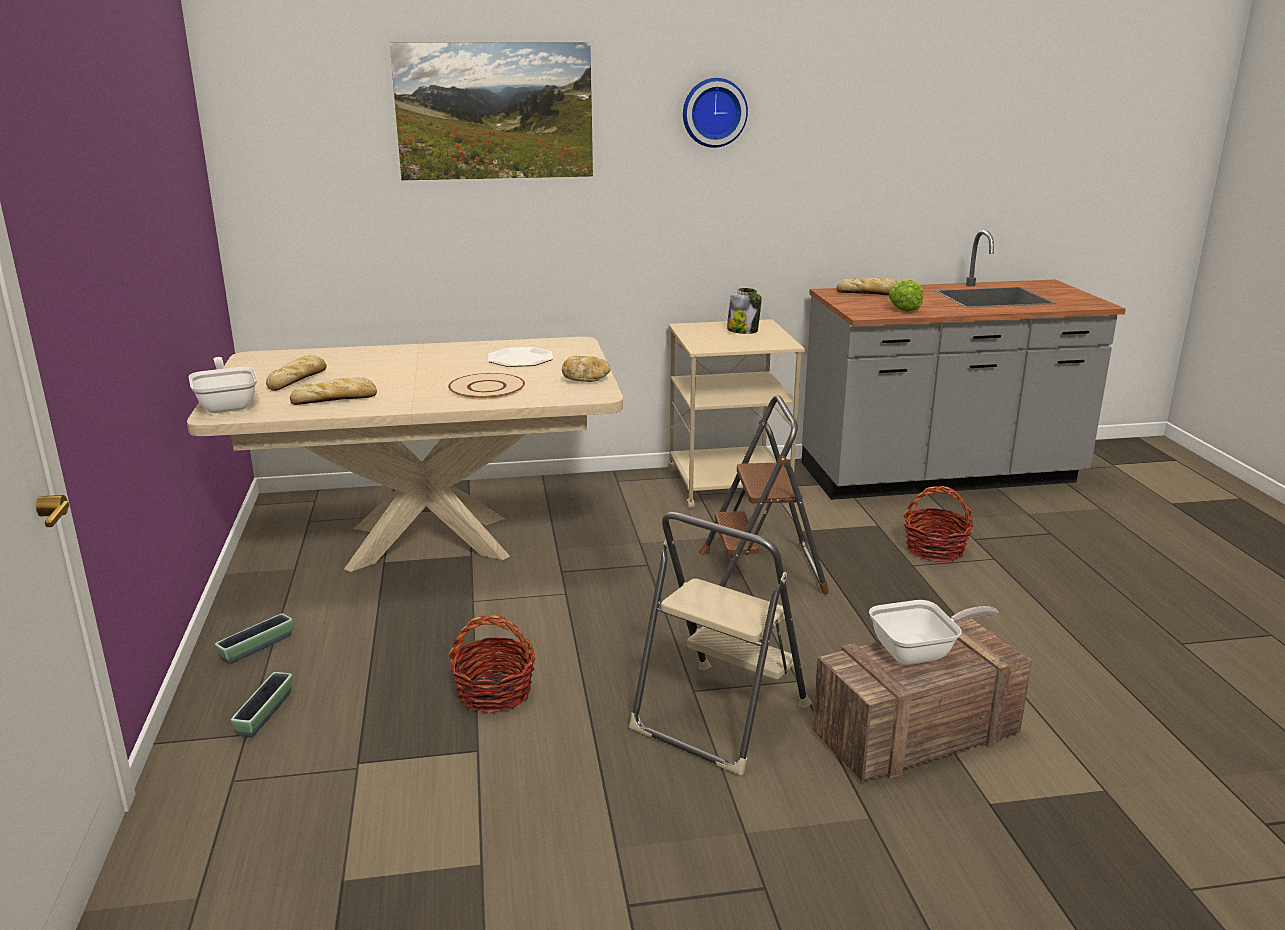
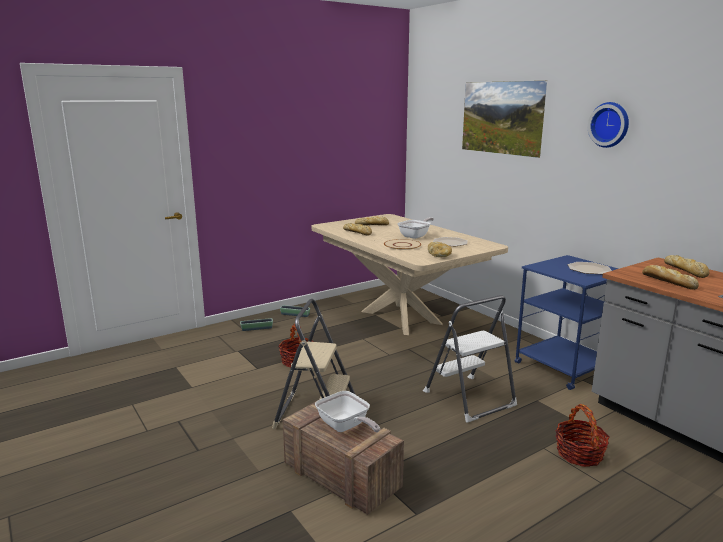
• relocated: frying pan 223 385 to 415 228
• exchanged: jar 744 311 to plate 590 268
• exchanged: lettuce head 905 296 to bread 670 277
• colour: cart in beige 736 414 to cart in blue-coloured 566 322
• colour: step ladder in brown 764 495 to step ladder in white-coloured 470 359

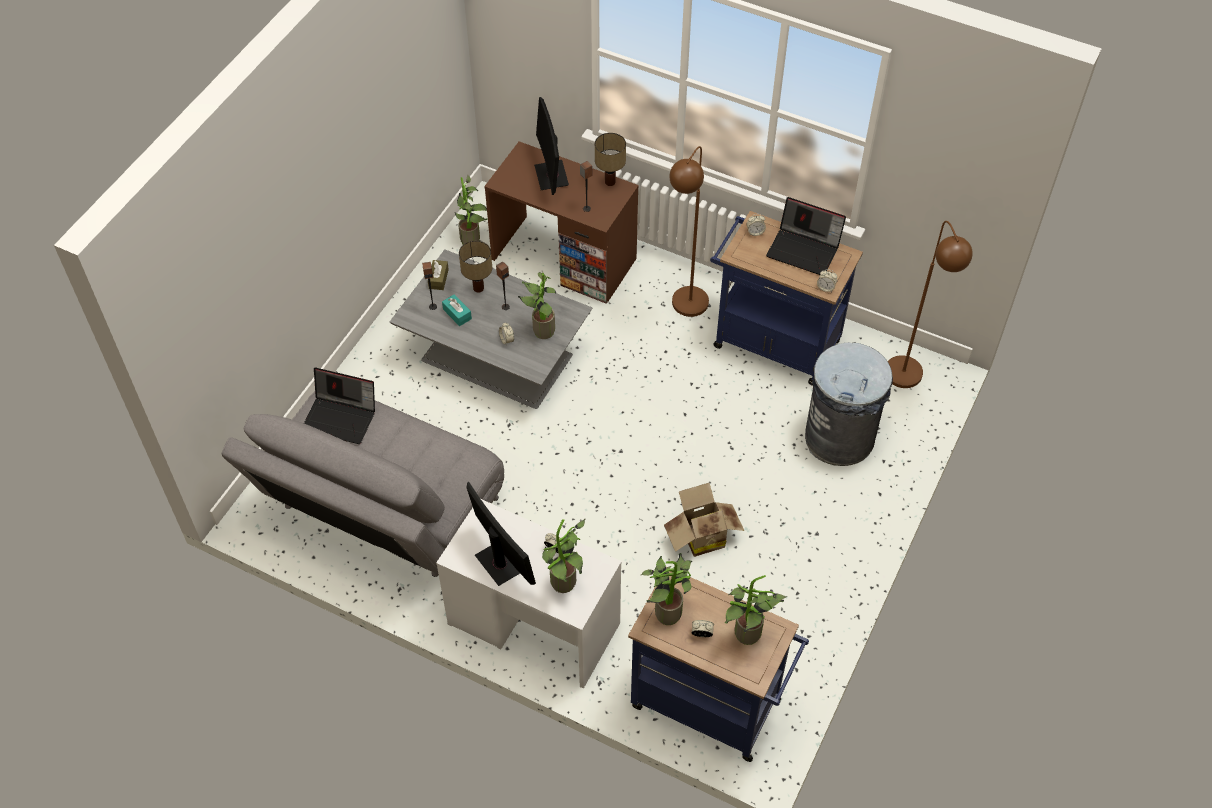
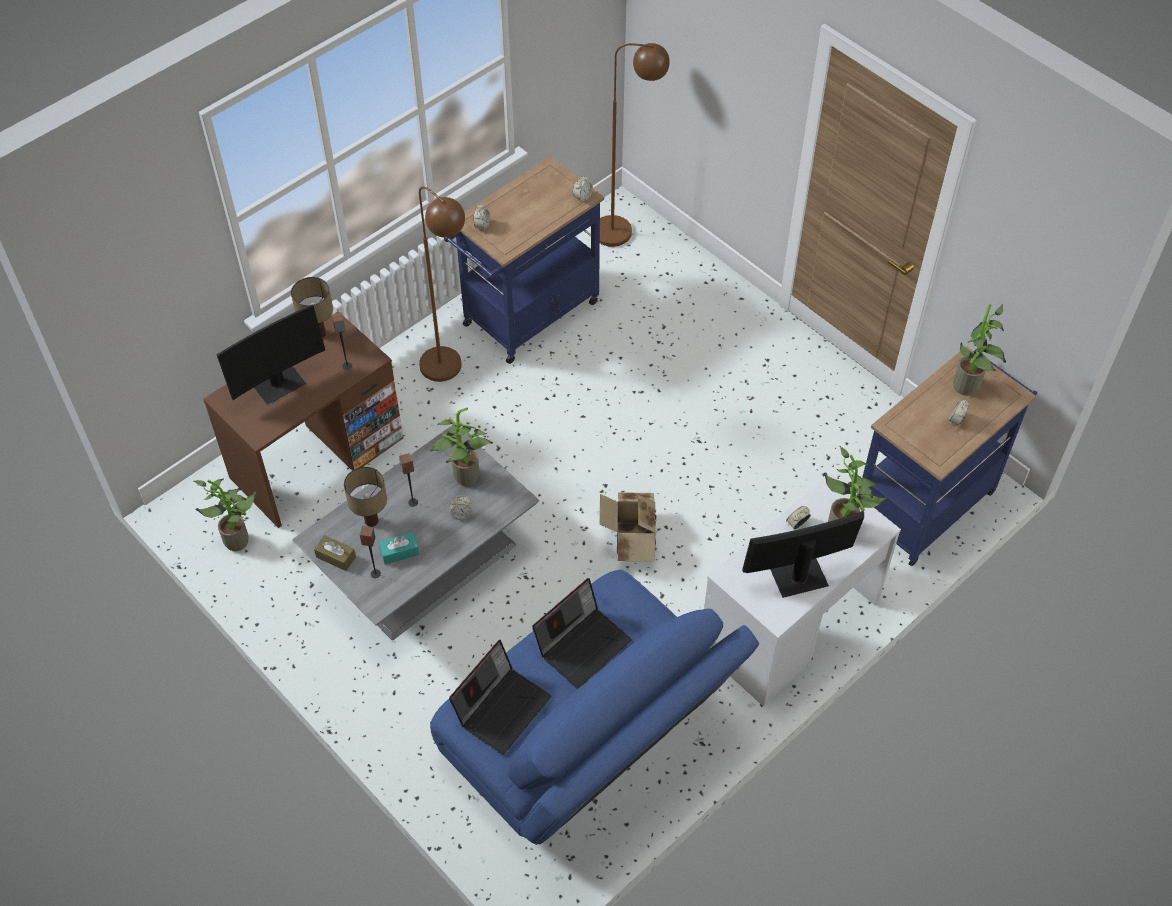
• missing: potted plant 666 589
• missing: trash can in gray 849 404
• relocated: packing box 704 520 to 628 527
• relocated: notebook computer 806 236 to 582 633
• colour: couch in gray 363 484 to couch in blue-coloured 594 707
• spun: computer screen 551 146 = 271 354 45 degrees counterclockwise

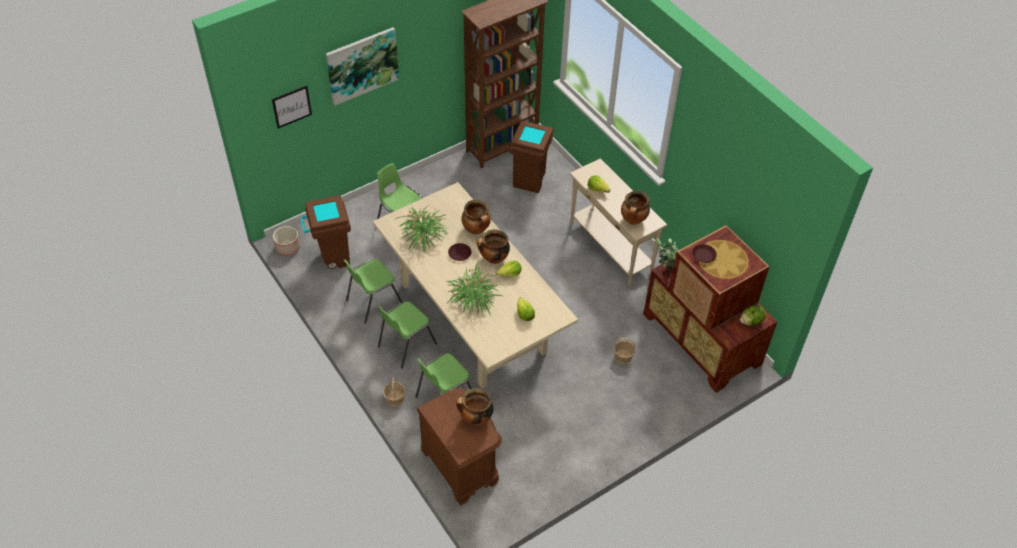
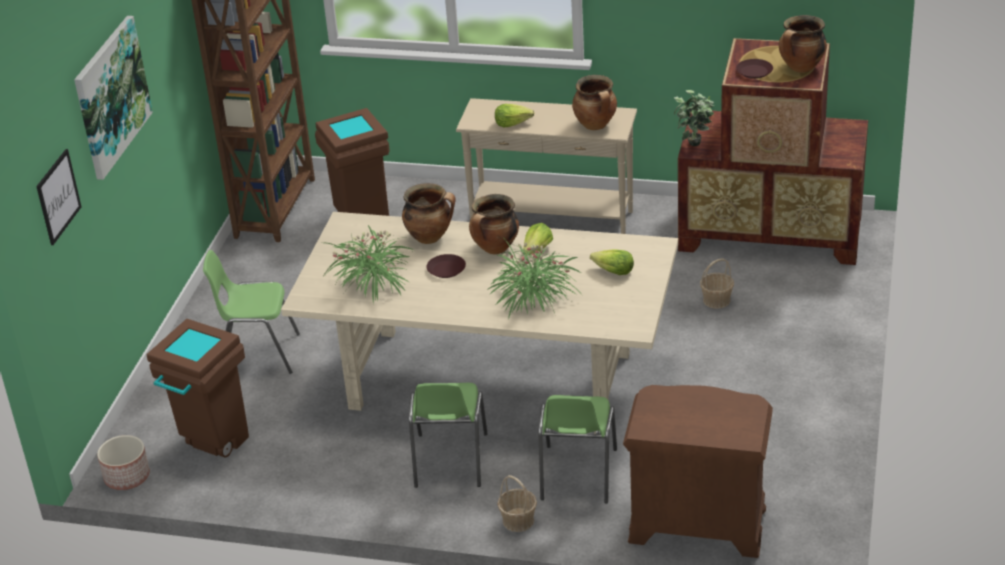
• missing: upright chair in greenish 373 291
• missing: lettuce head 753 315
• relocated: stockpot 475 406 to 803 44

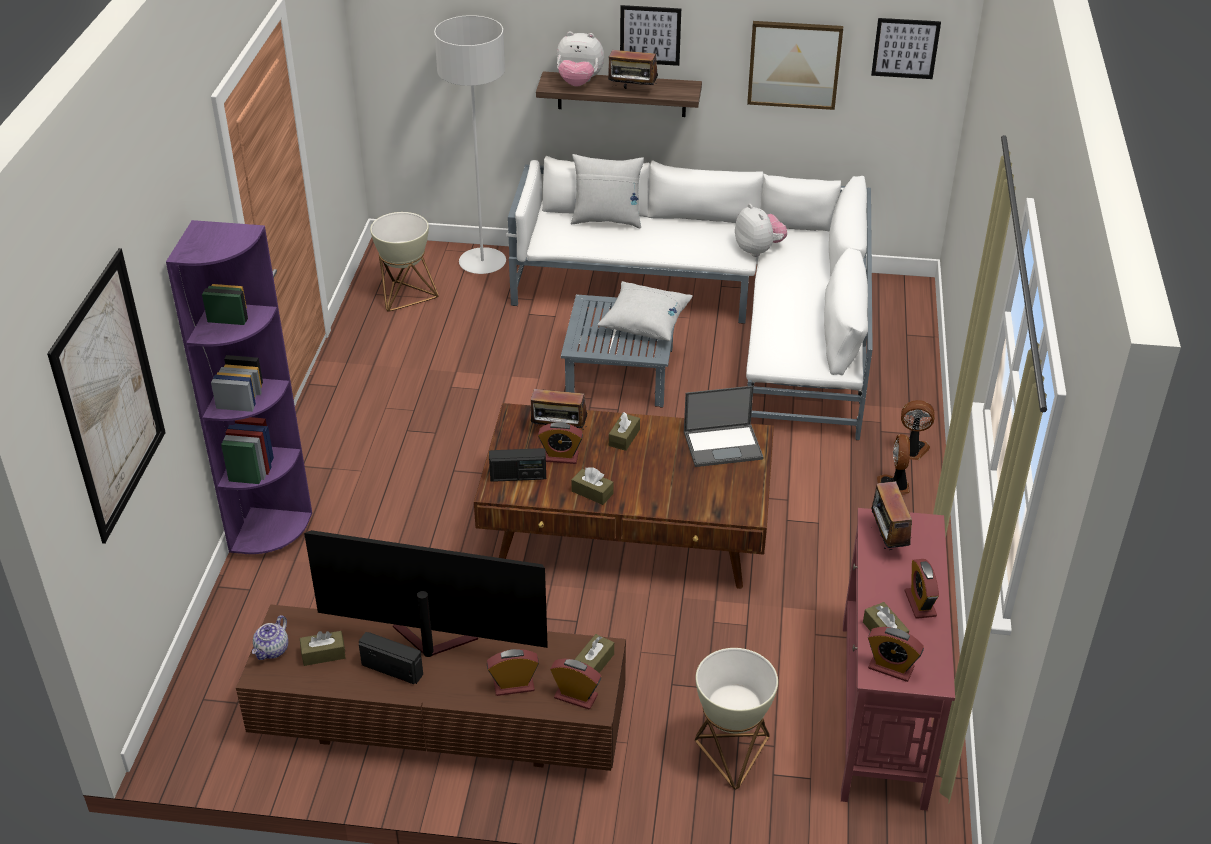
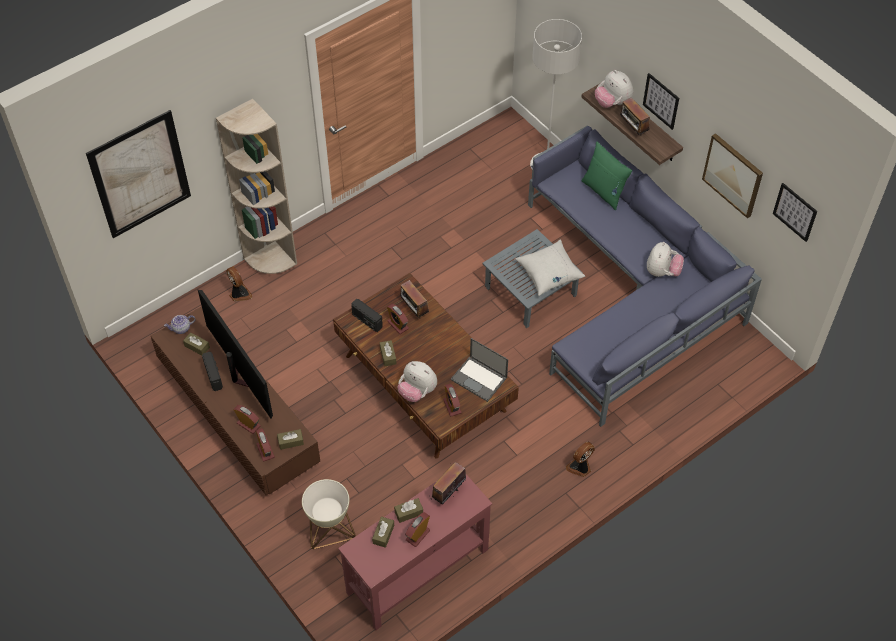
• missing: plant pot 404 262
• appeared: plush toy 417 381
• relocated: tissue holder in brown 624 431 to 408 510
• relocated: alarm clock 896 654 to 452 400
• relocated: cooling fan 914 430 to 239 283
• colour: shelving unit in purple 239 387 to shelving unit in beige 256 186
• colour: couch in white-coloured 689 298 to couch in blue-coloured 622 276
• colour: throw pillow in gray 607 191 to throw pillow in greenish 606 175

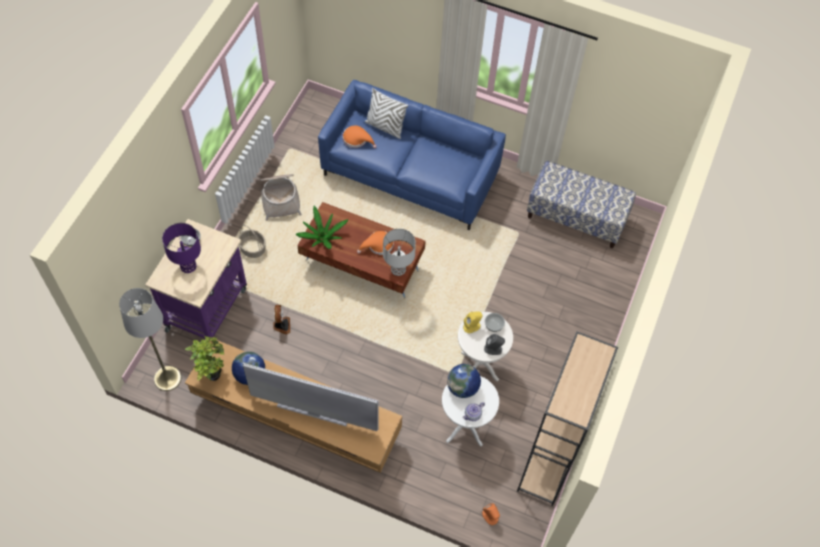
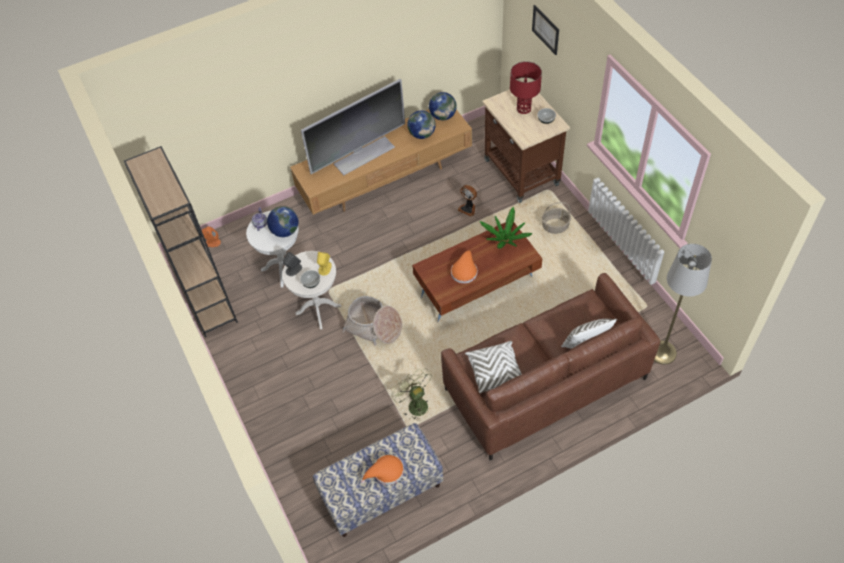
• missing: table lamp in white-coloured 399 252
• appeared: cooling fan in greenish 411 395
• appeared: throw pillow in white-coloured 493 367
• appeared: wall art 545 30
• relocated: standing lamp in gray 150 339 to 683 304
• relocated: storage basket 281 197 to 372 321
• relocated: hat in orange 360 136 to 382 469
• exchanged: potted plant 204 358 to desk globe 443 106
• colour: cart in purple 196 279 to cart in brown 526 142
• colour: table lamp in purple 181 248 to table lamp in red 526 87
• colour: couch in blue-coloured 412 155 to couch in brown 550 367

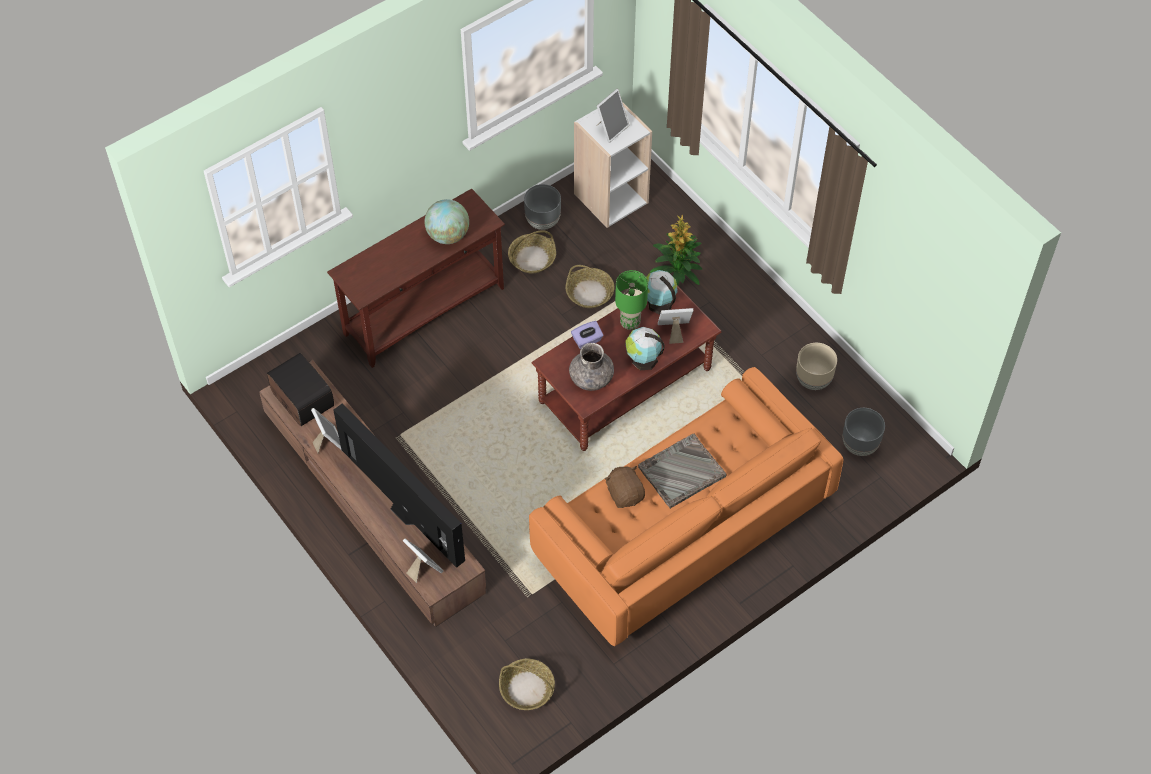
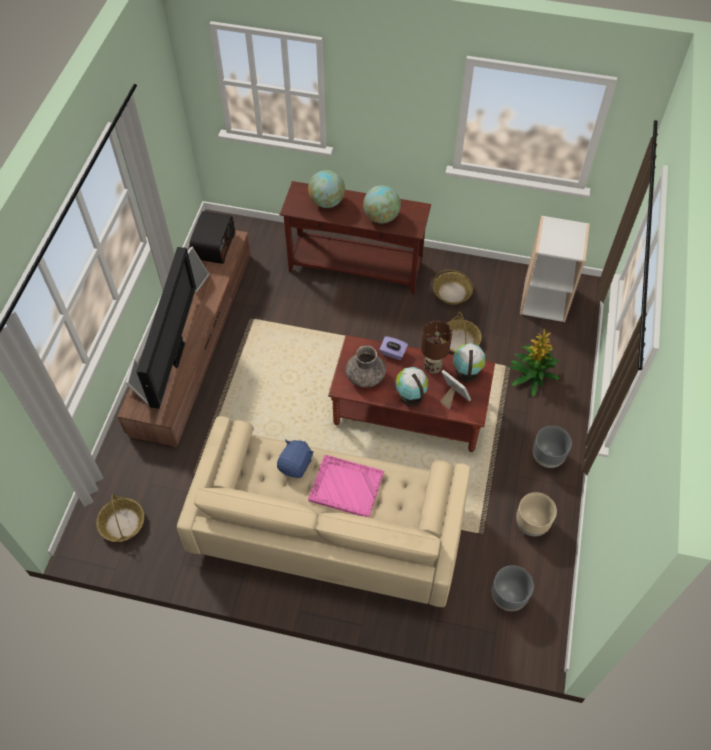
• missing: standing frame 612 116
• appeared: desk globe 326 189
• relocated: plant pot in gray 542 207 to 552 447
• colour: couch in orange 686 506 to couch in beige 323 512
• colour: plush toy in brown 625 487 to plush toy in blue-coloured 295 459
• colour: table lamp in greenish 631 300 to table lamp in brown 436 346
• colour: tray in gray 682 471 to tray in pink 346 486

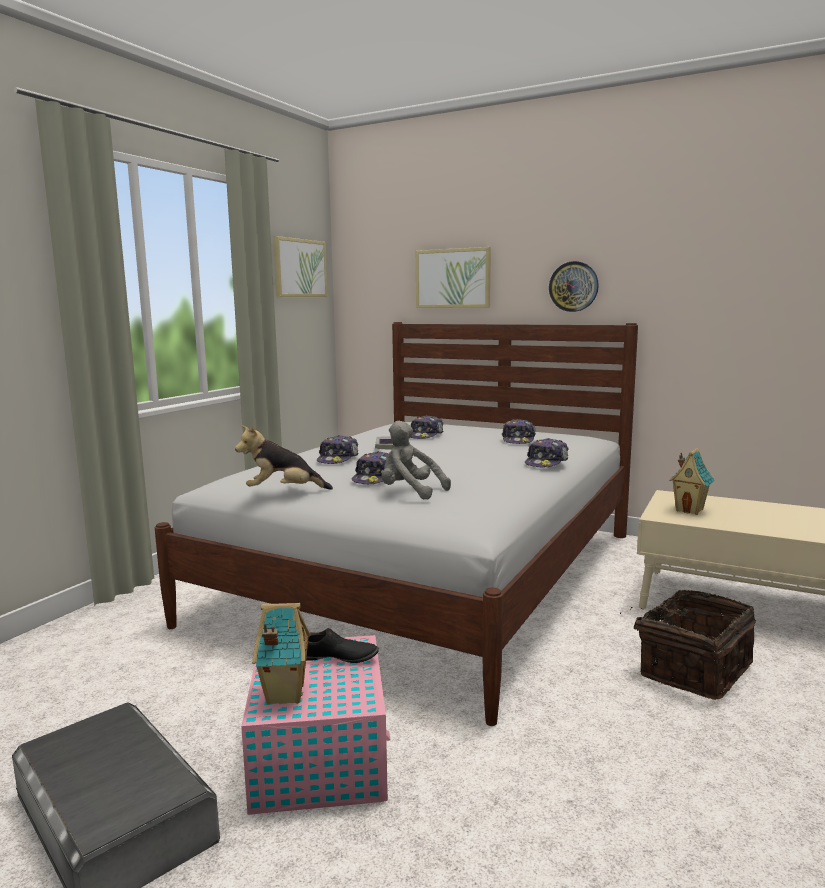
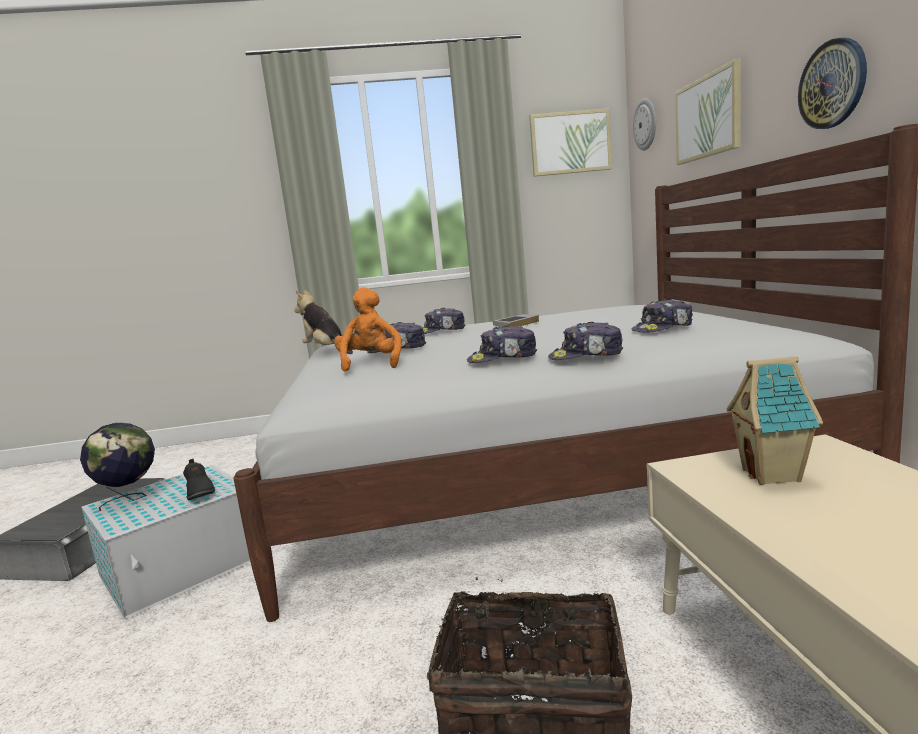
• appeared: clock on the wall 644 124
• relocated: baseball cap 426 427 to 502 344
• exchanged: miniature house 281 654 to desk globe 117 466
• colour: storage box in pink 316 725 to storage box in white-coloured 166 542
• colour: plush toy in gray 416 460 to plush toy in orange 368 329

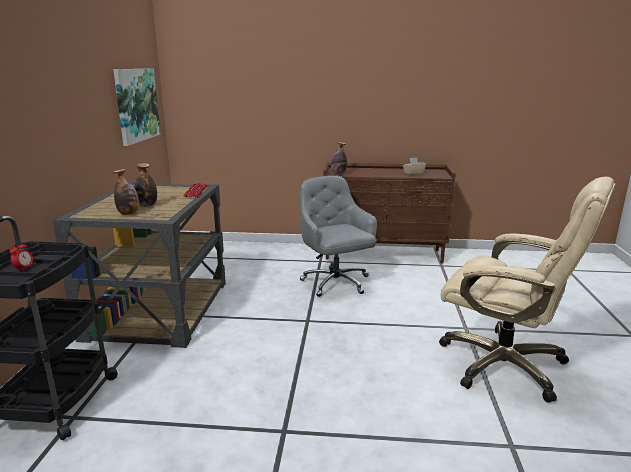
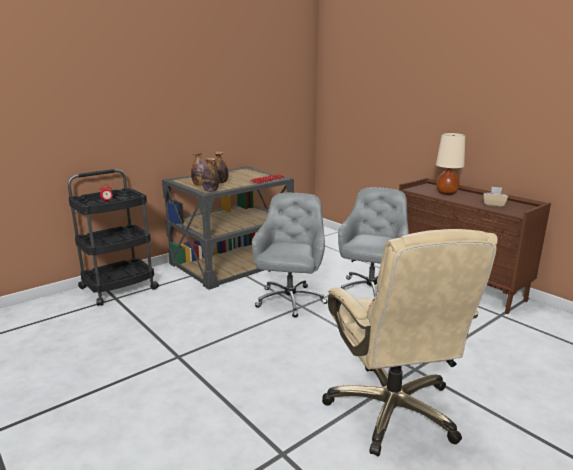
• missing: wall art 137 107
• appeared: desk chair in gray 290 255
• appeared: table lamp in beige 451 164
• relocated: bottle 339 158 to 210 175

